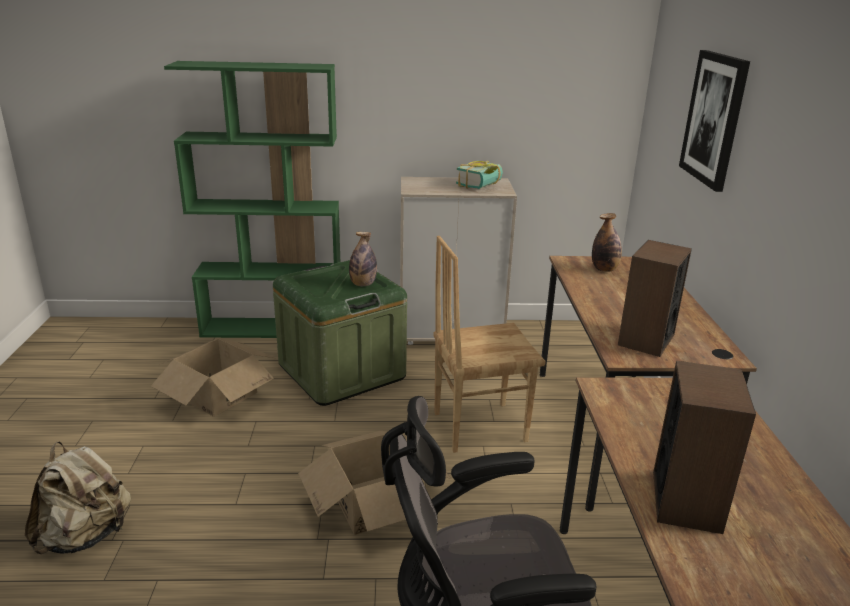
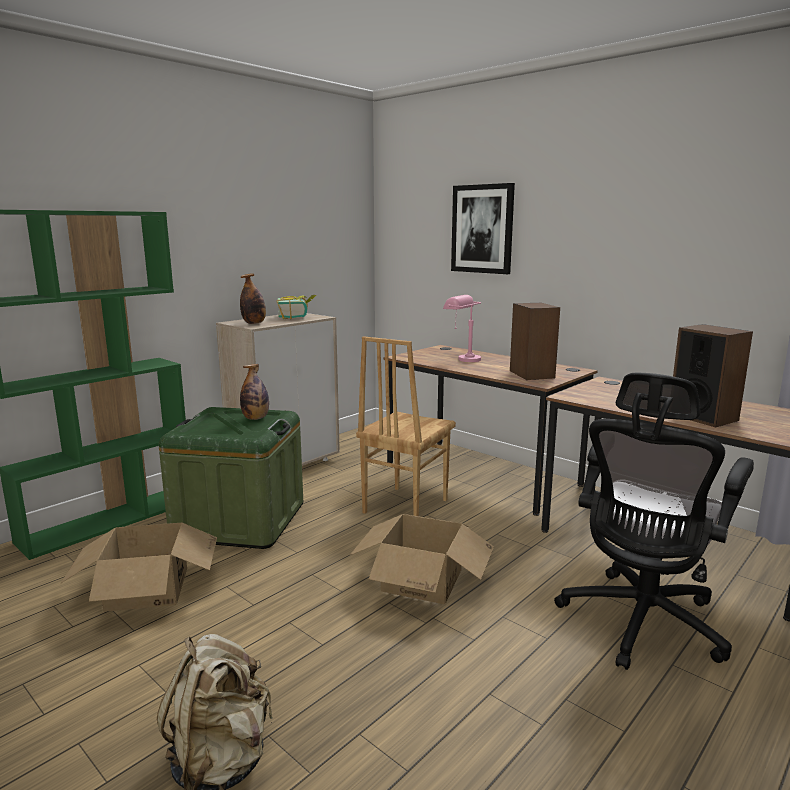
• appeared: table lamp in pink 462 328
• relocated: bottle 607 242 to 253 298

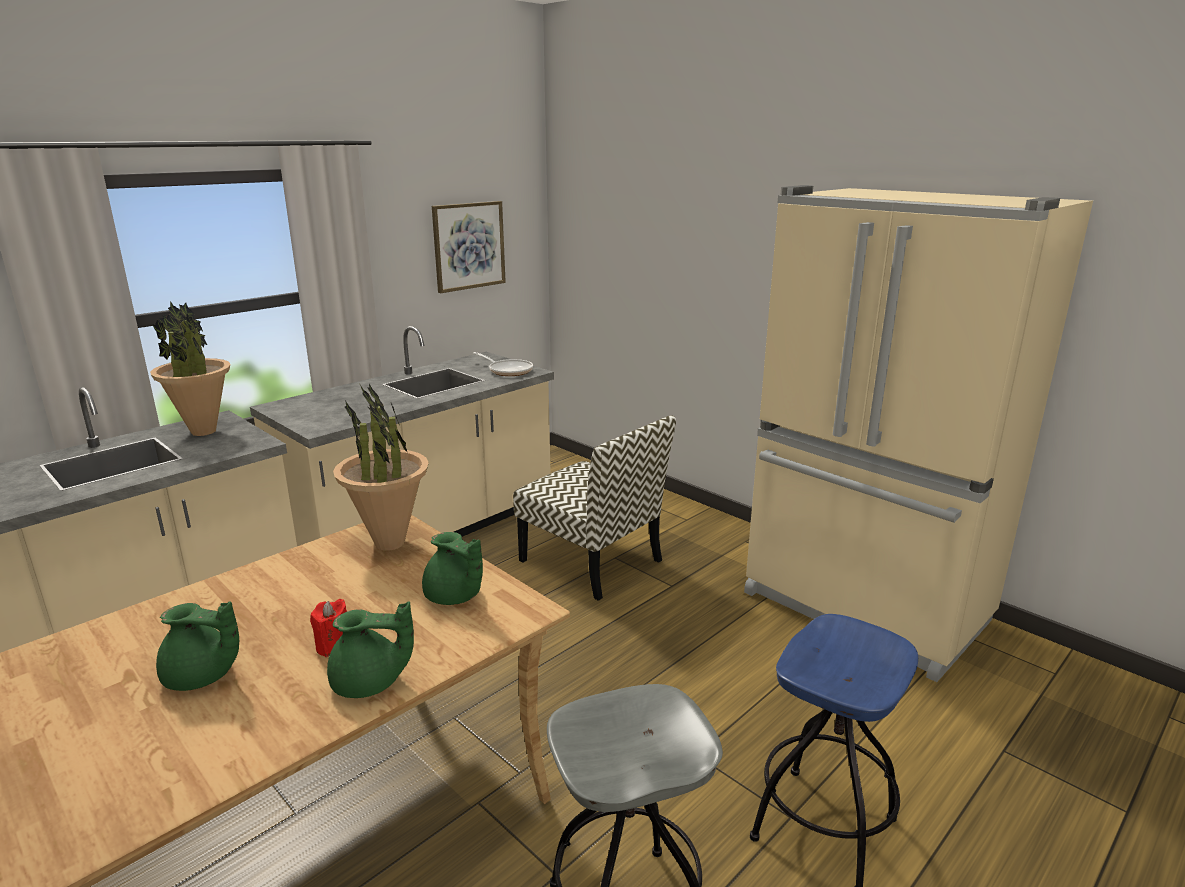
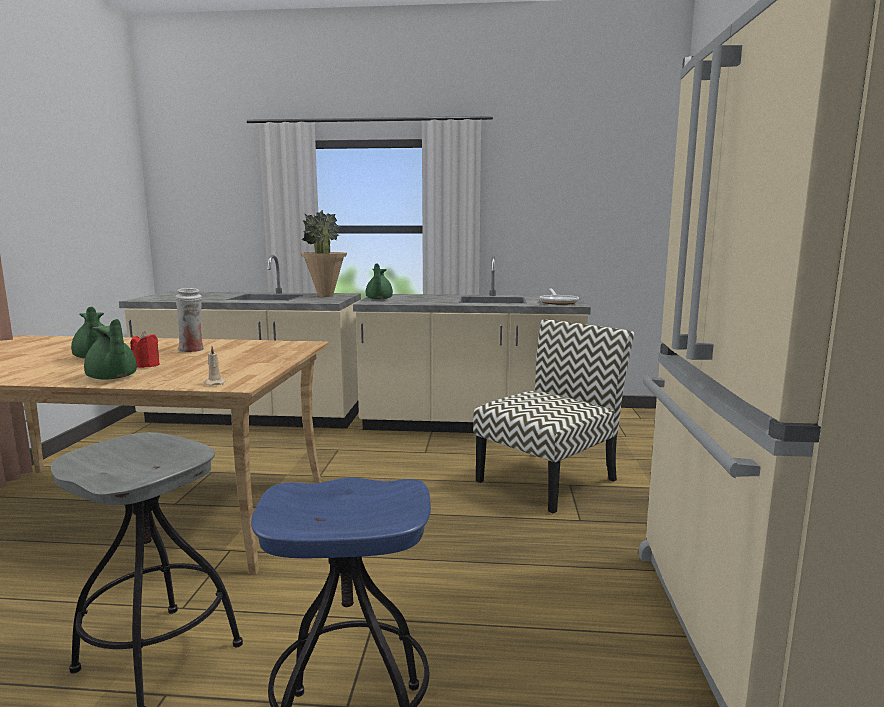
• missing: potted plant 381 467
• missing: wall art 469 247
• appeared: decorative vase in white-coloured 189 320
• appeared: wax light in beige 215 366
• relocated: tea pot in greenish 452 568 to 379 281
• spun: upright chair 594 508 = 553 416 135 degrees counterclockwise

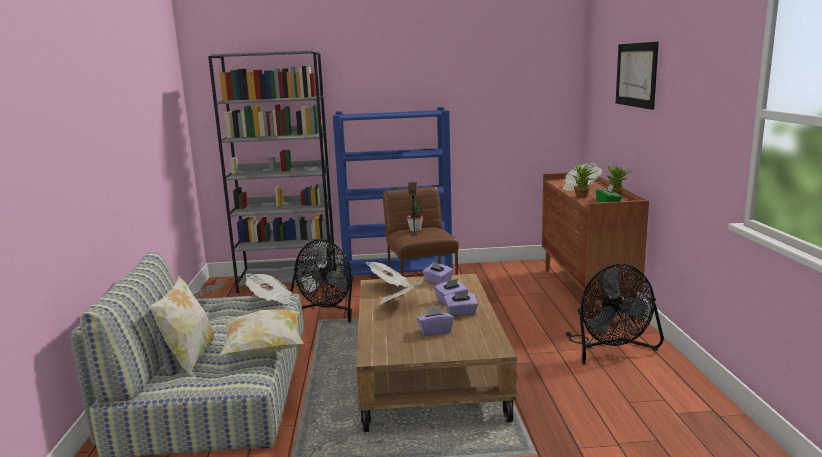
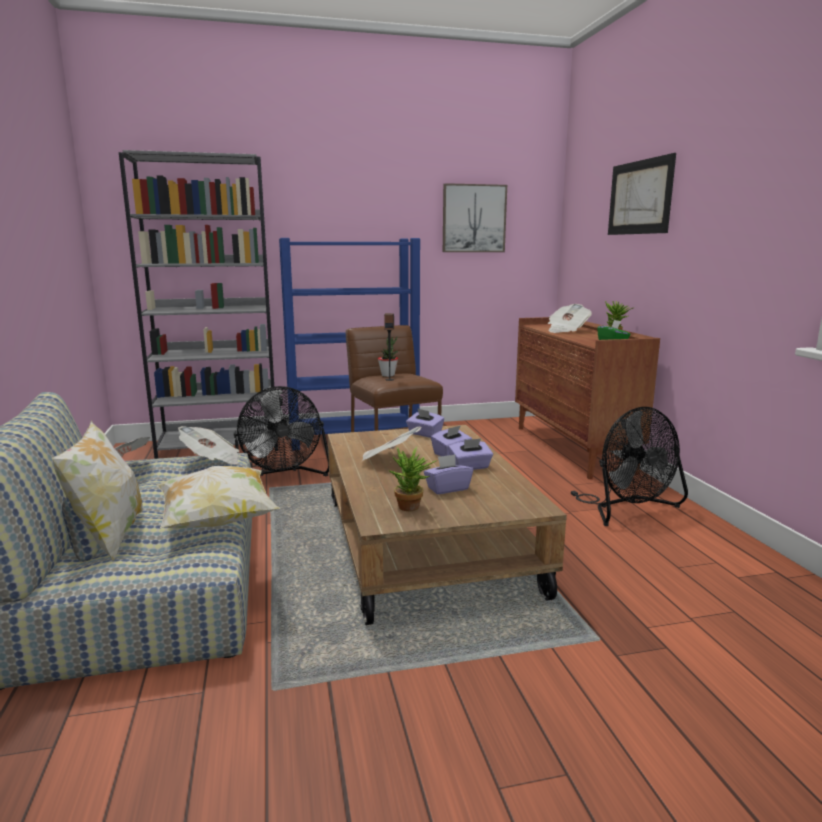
• missing: newspaper 389 275
• appeared: wall art 475 217
• relocated: potted plant 585 181 to 412 479
• spun: cooling fan in black 322 281 = 281 431 45 degrees counterclockwise

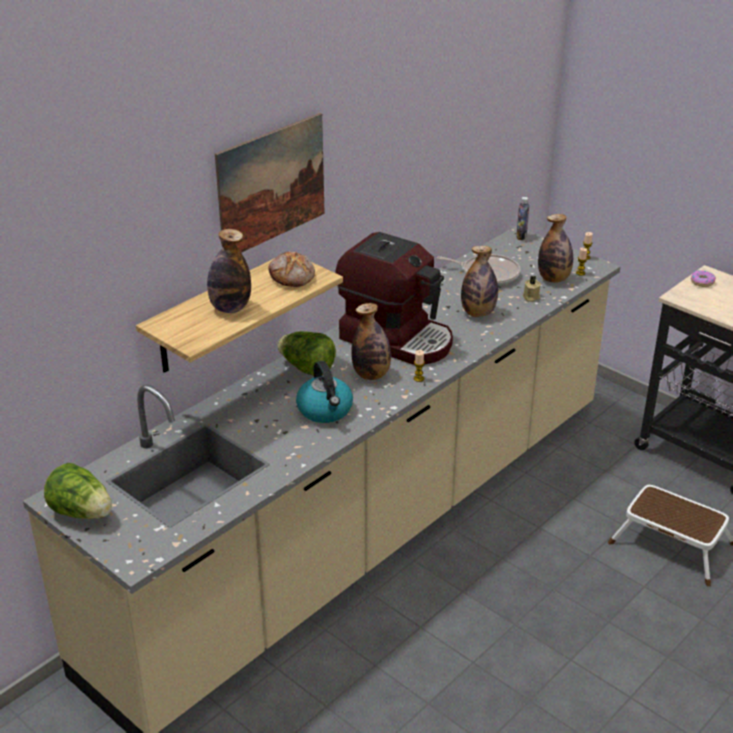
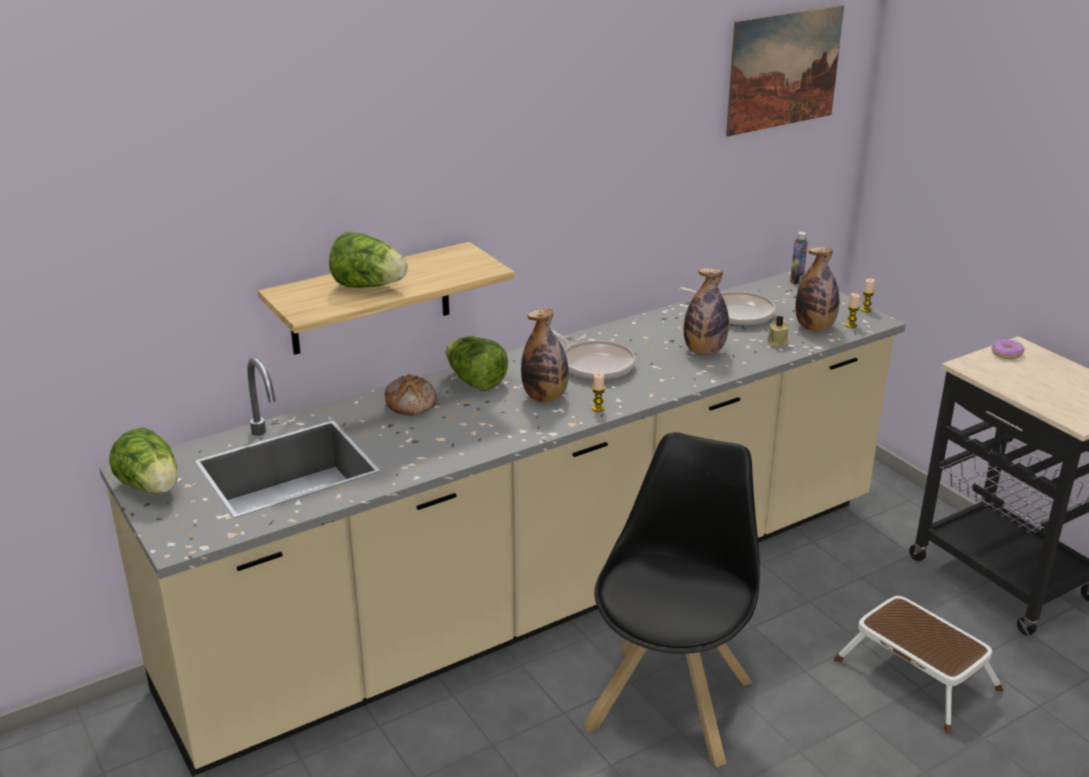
• missing: kettle 324 392
• appeared: upright chair in black 671 599
• relocated: wall art 270 183 to 785 70
• relocated: bread 291 269 to 411 395
• exchanged: bottle 229 271 to lettuce head 368 260
• exchanged: coffee brewer 394 298 to frying pan 594 355

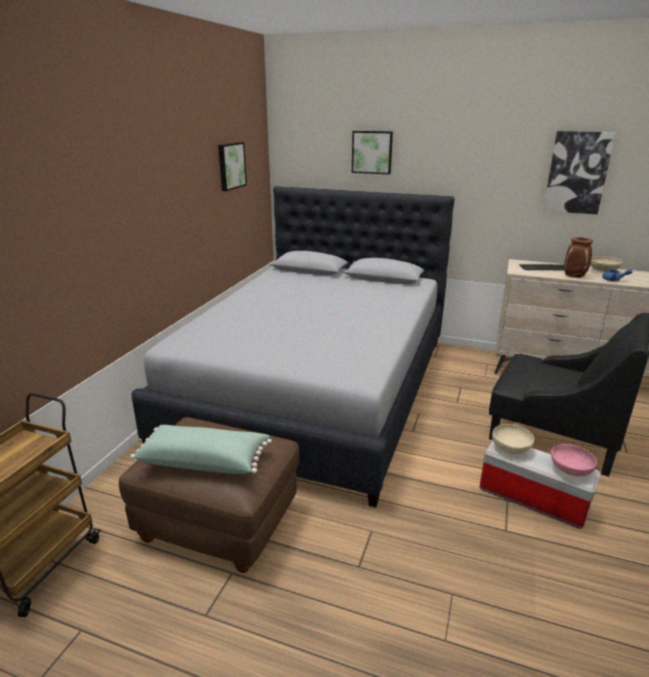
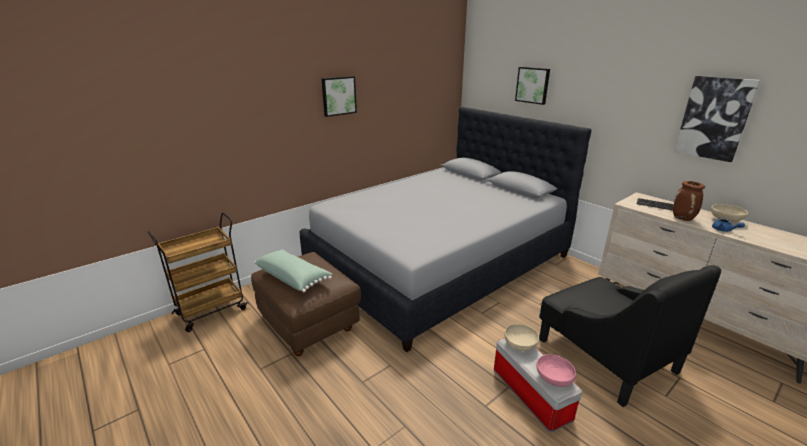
• relocated: wall art 232 166 to 339 96

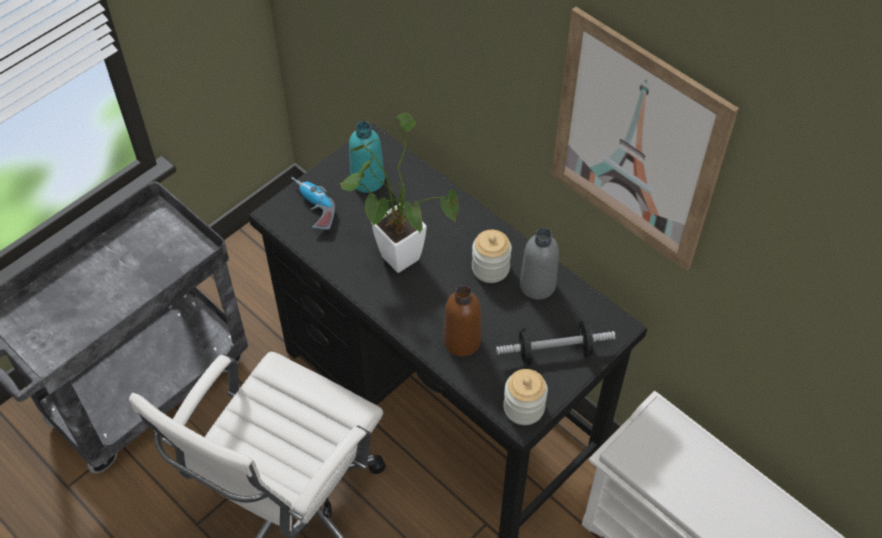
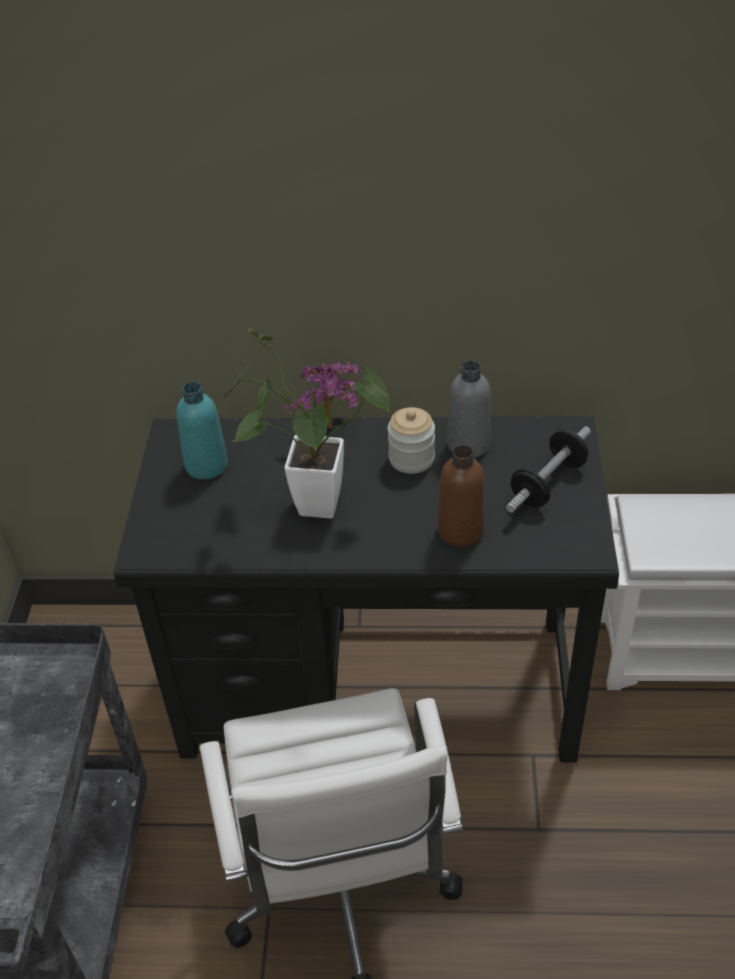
• missing: power drill 313 203
• missing: jar 525 397
• missing: wall art 645 139
• appeared: potted plant 321 395

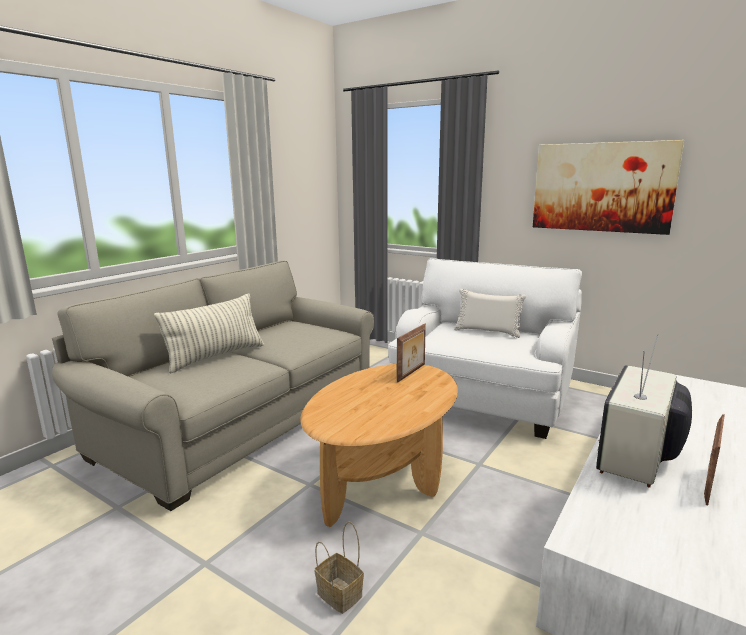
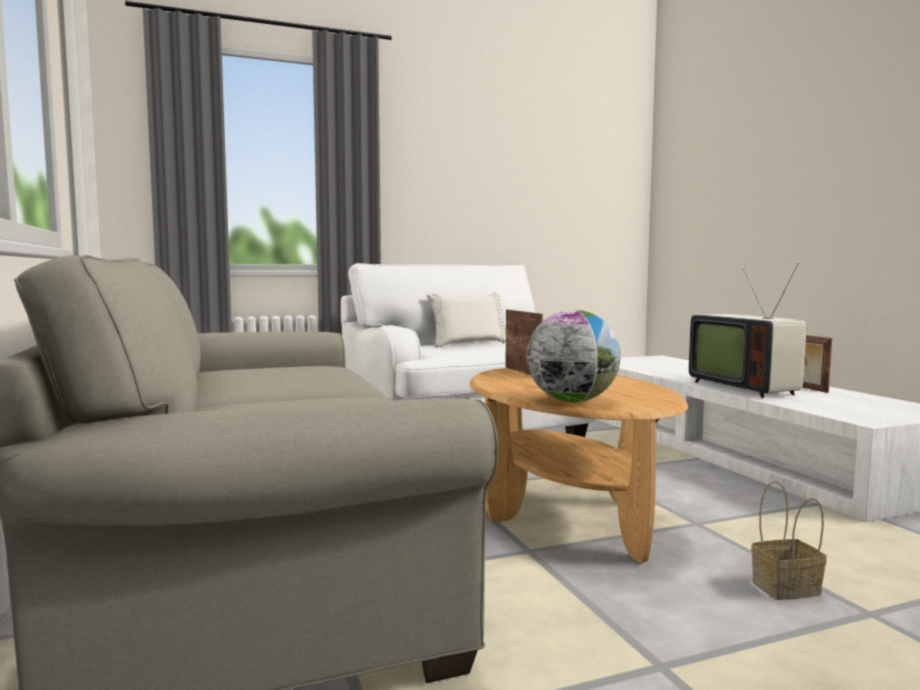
• missing: throw pillow 209 334
• missing: wall art 608 187
• appeared: desk globe 574 356

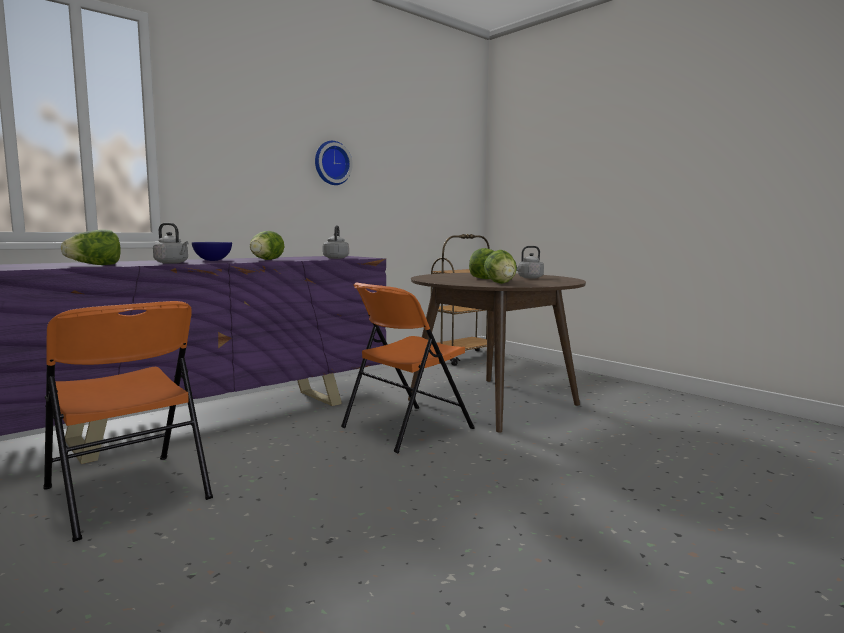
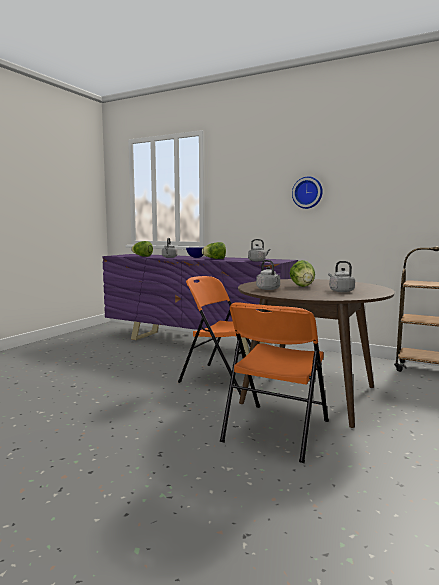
• relocated: upright chair in orange 128 421 to 274 383
• exchanged: lettuce head 500 267 to kettle in gray 268 275

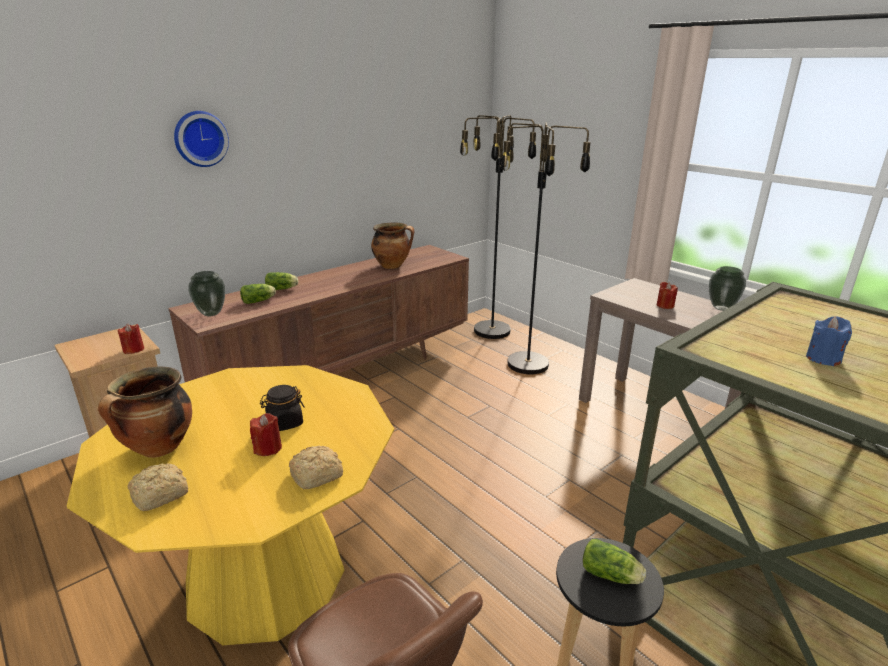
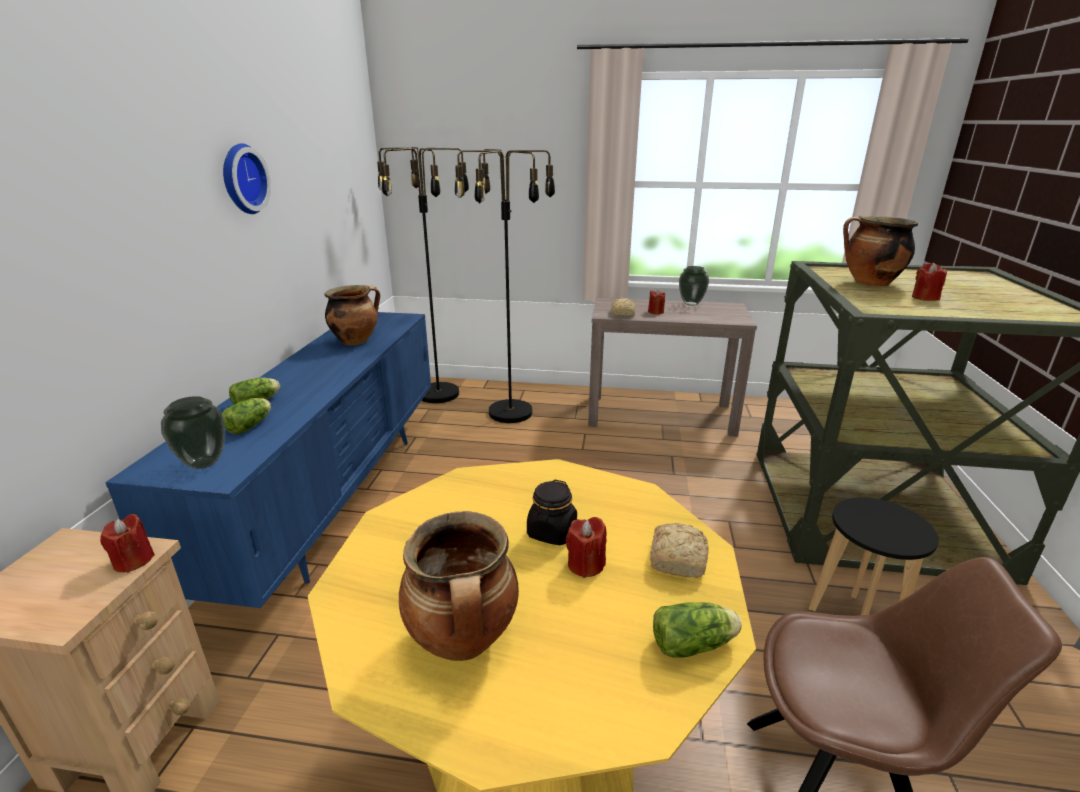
• appeared: stockpot 880 251
• relocated: bread 157 487 to 623 307
• relocated: clock on the wall 201 139 to 247 178
• relocated: lettuce head 614 561 to 697 630
• colour: cabinet in brown 318 313 to cabinet in blue-coloured 268 460
• colour: wax light in blue-coloured 829 341 to wax light in red 929 282

